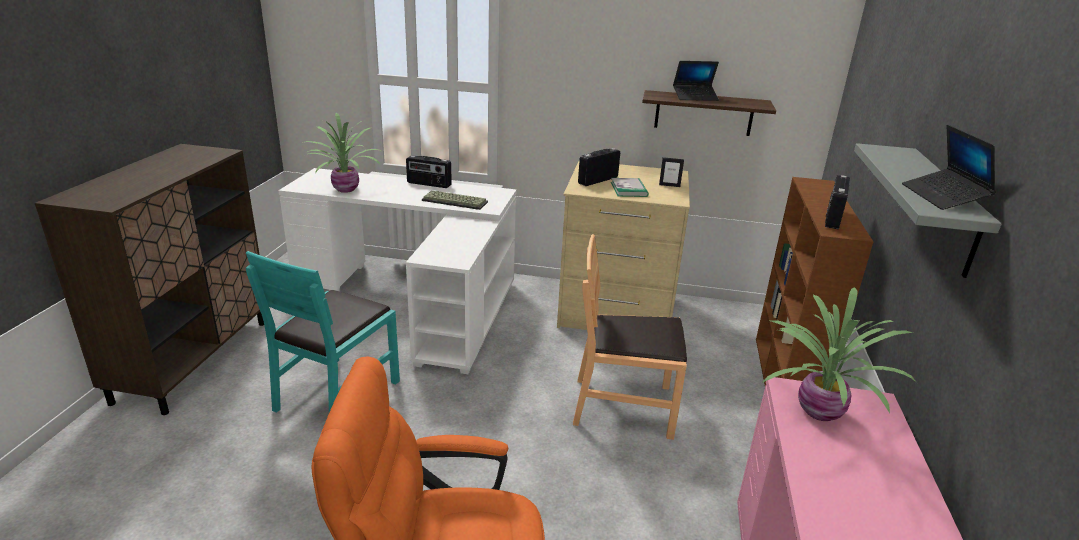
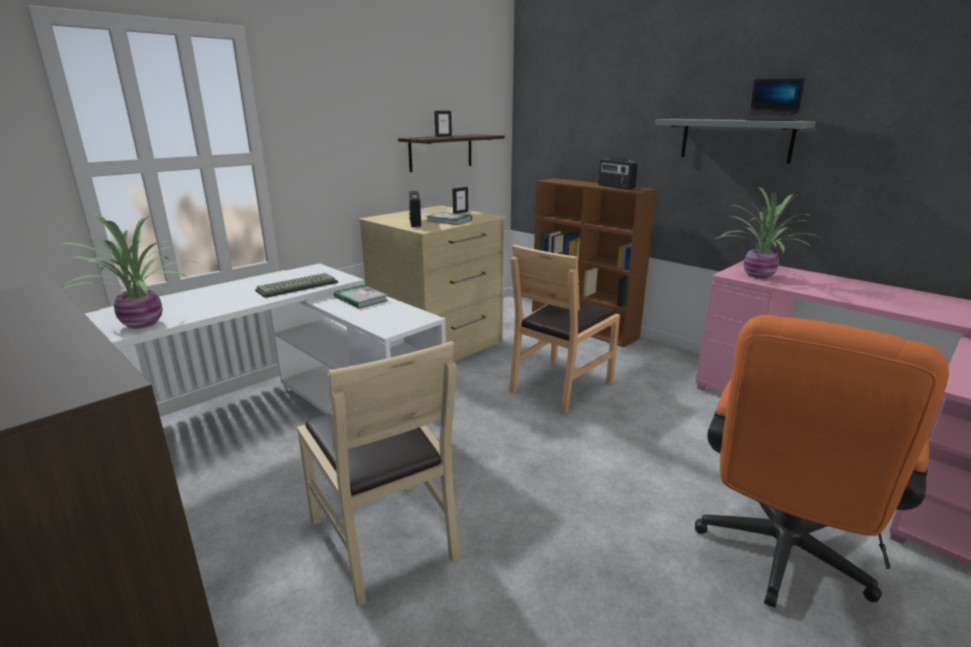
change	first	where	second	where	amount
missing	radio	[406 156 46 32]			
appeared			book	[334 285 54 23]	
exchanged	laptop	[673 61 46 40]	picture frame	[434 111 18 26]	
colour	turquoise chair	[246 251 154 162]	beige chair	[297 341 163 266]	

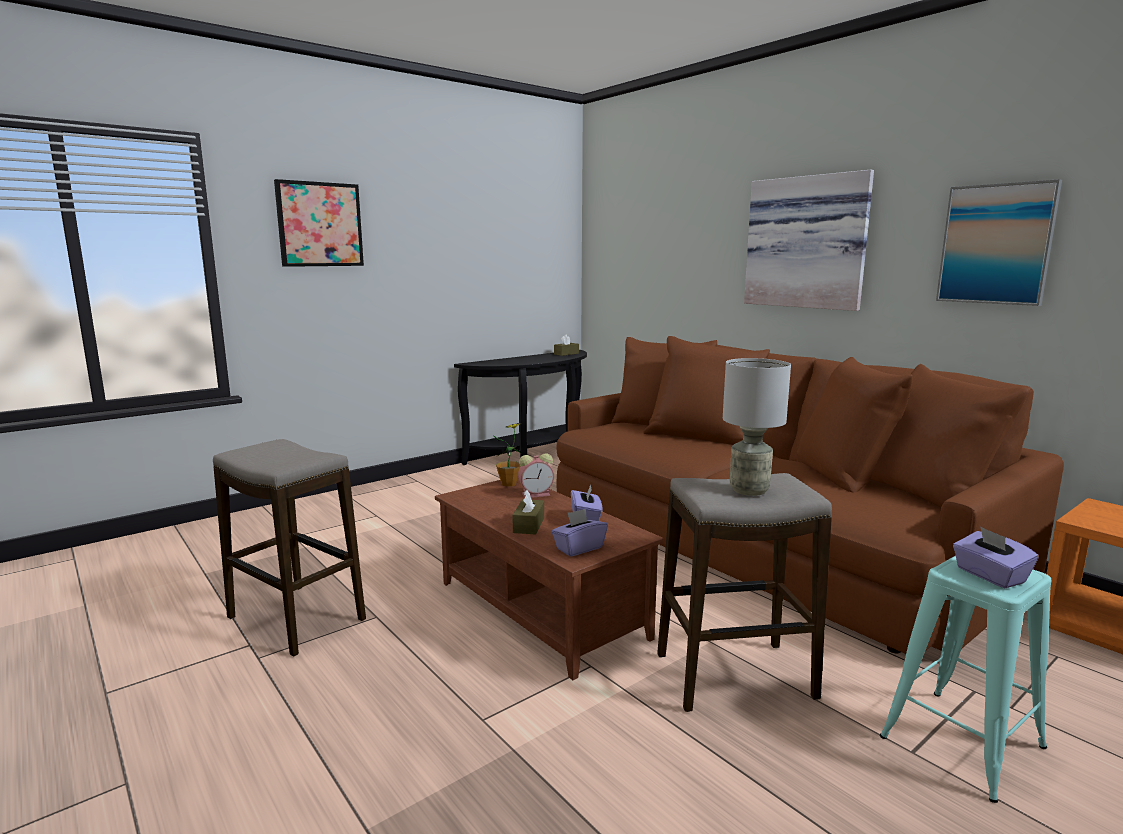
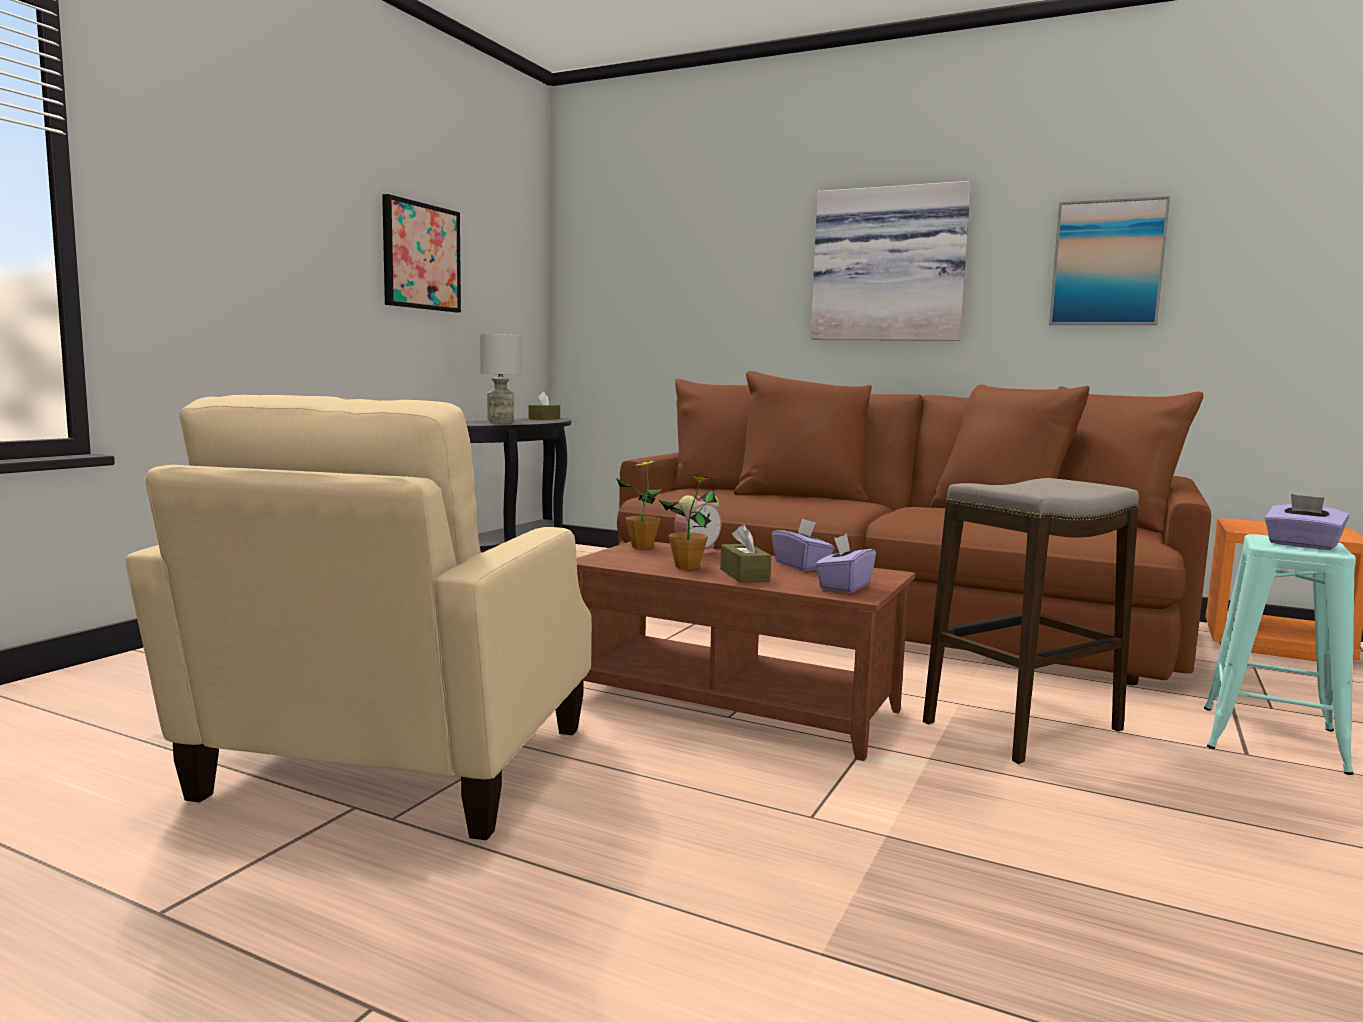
change	first	where	second	where	amount
appeared			potted plant	[658 475 59 94]	
relocated	picture	[274 179 90 88]		[382 194 79 118]	
relocated	grey table lamp	[723 358 68 138]		[480 334 41 90]	
exchanged	stool	[213 439 153 218]	beige armchair	[125 395 467 445]	

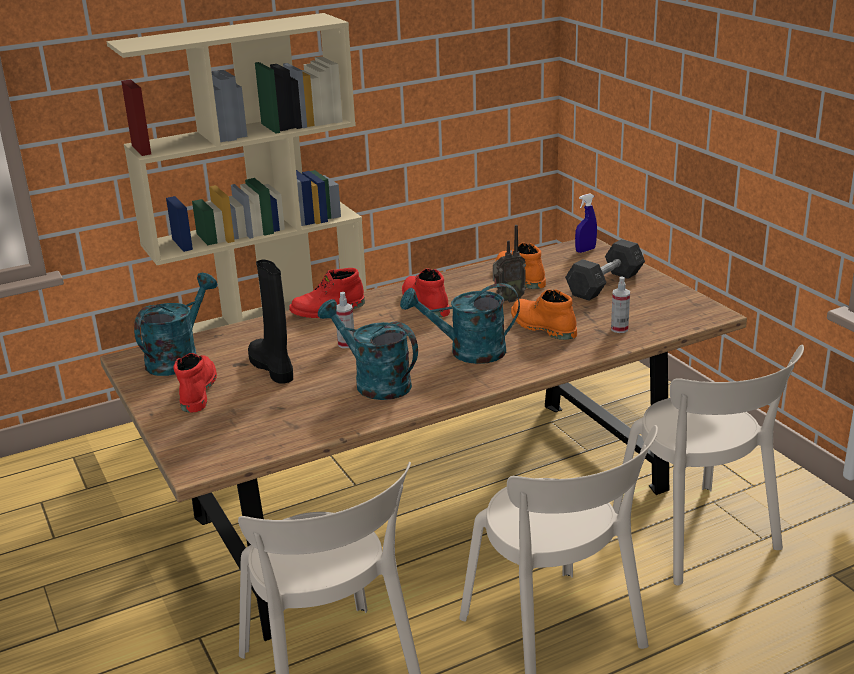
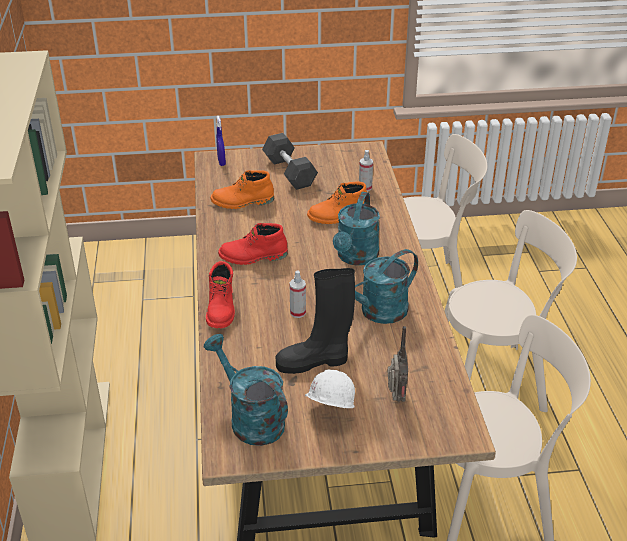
change	first	where	second	where	amount
relocated	radio	[493 225 33 78]		[388 326 20 76]	
exchanged	red boot	[173 353 44 60]	white hard hat	[305 369 50 39]	

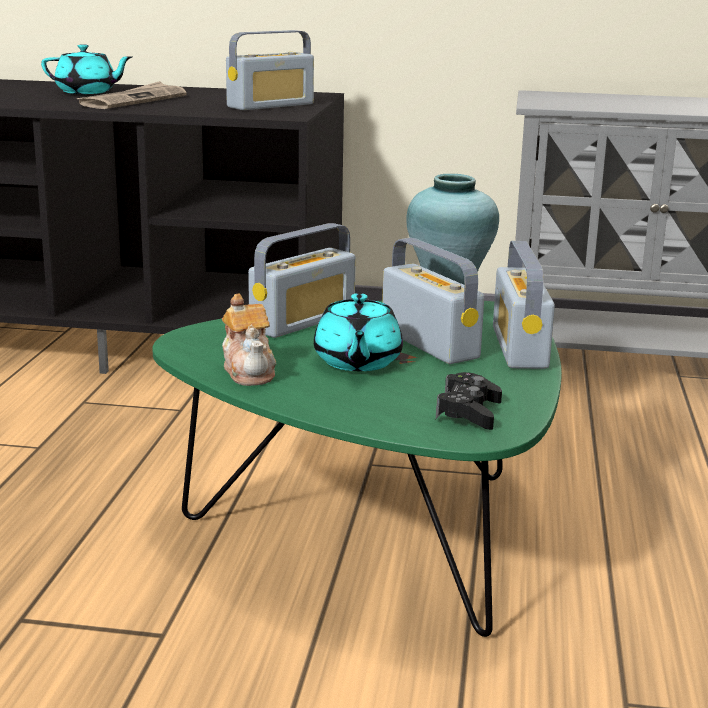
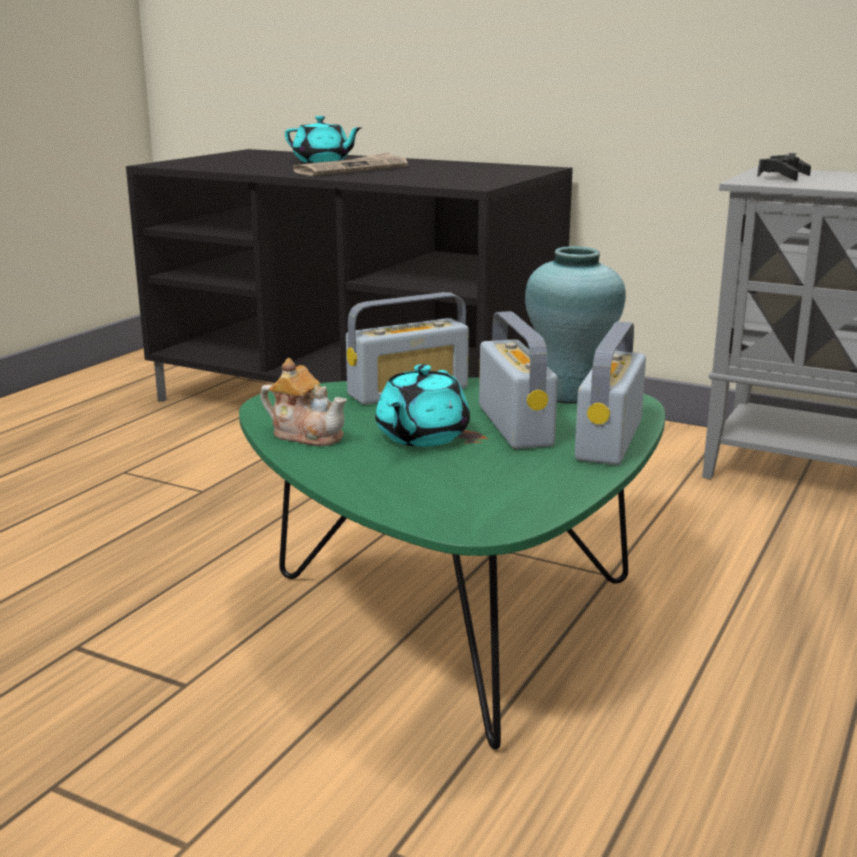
change	first	where	second	where	amount
missing	radio	[226 30 88 80]			
relocated	black game controller	[436 372 66 58]		[757 153 54 28]	
spun	teapot	[222 293 55 93]		[260 358 87 88]	60 degrees counterclockwise

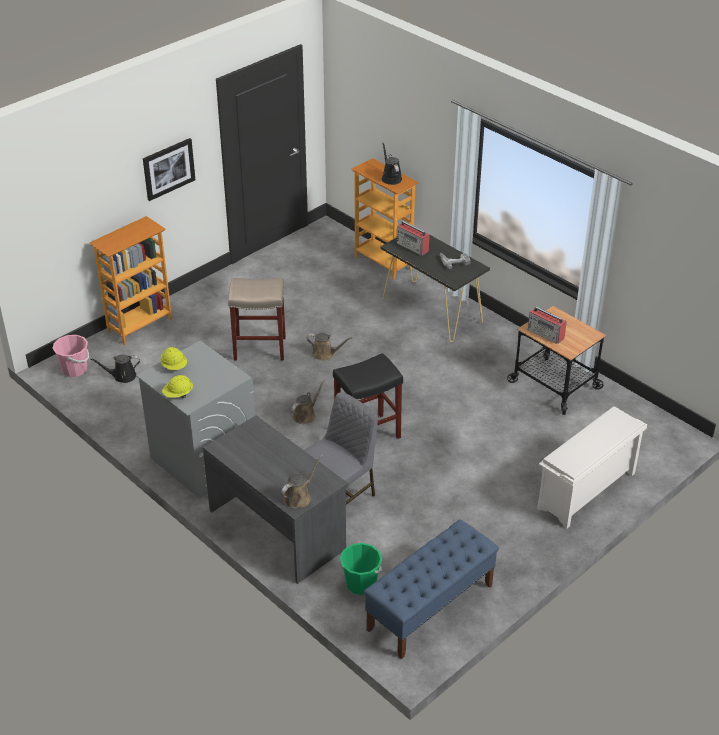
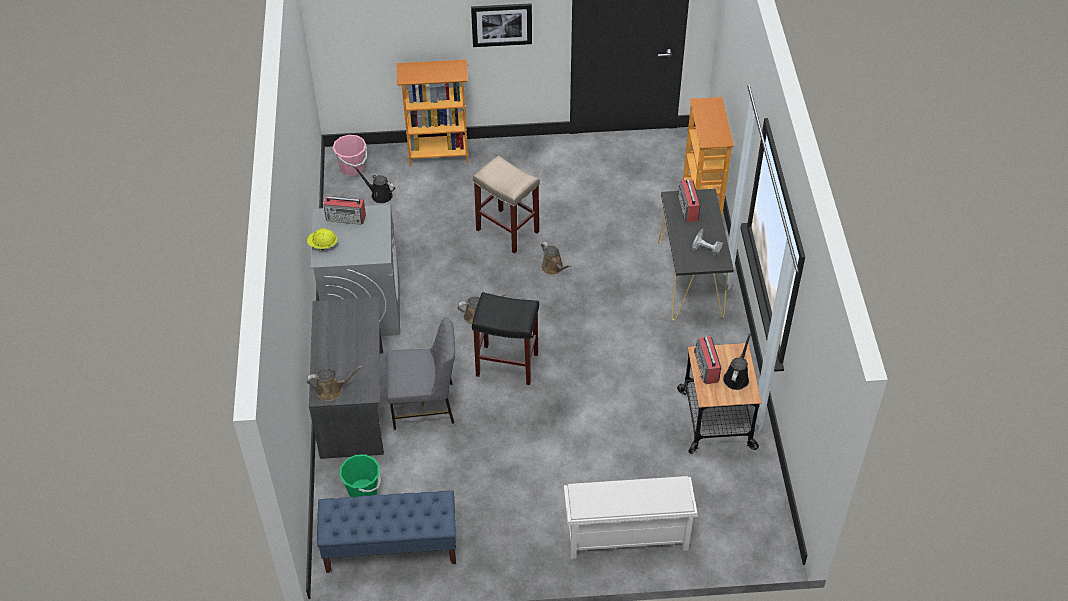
change	first	where	second	where	amount
relocated	black watering can	[382 142 20 43]		[723 333 28 57]	
exchanged	yellow hard hat	[161 347 26 23]	radio	[323 196 43 29]	

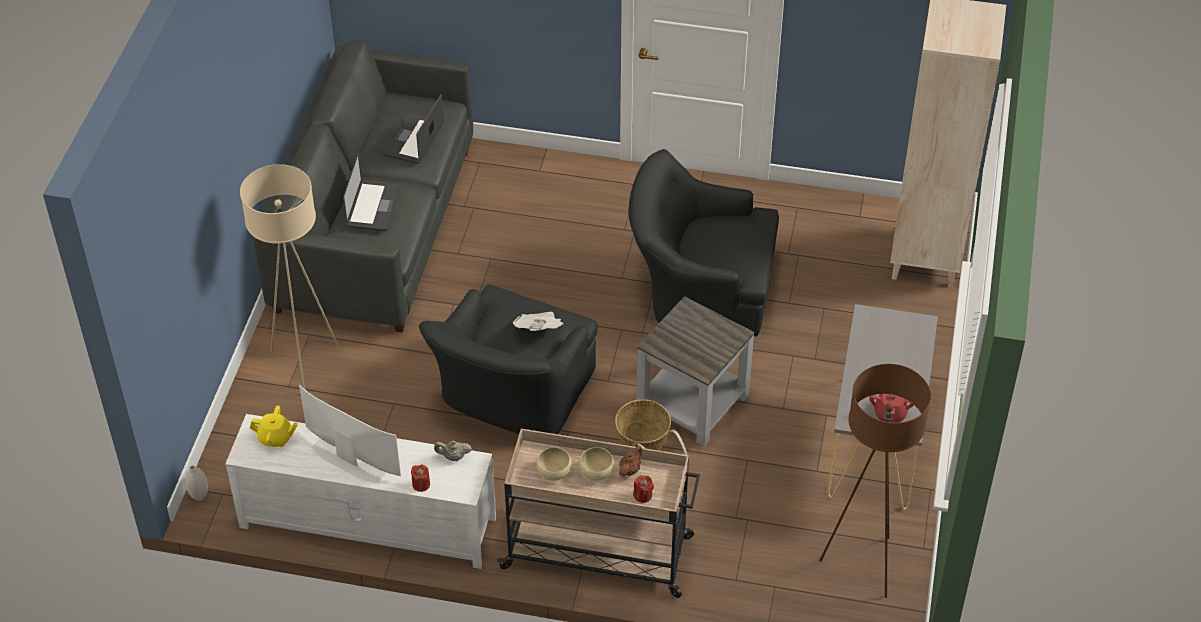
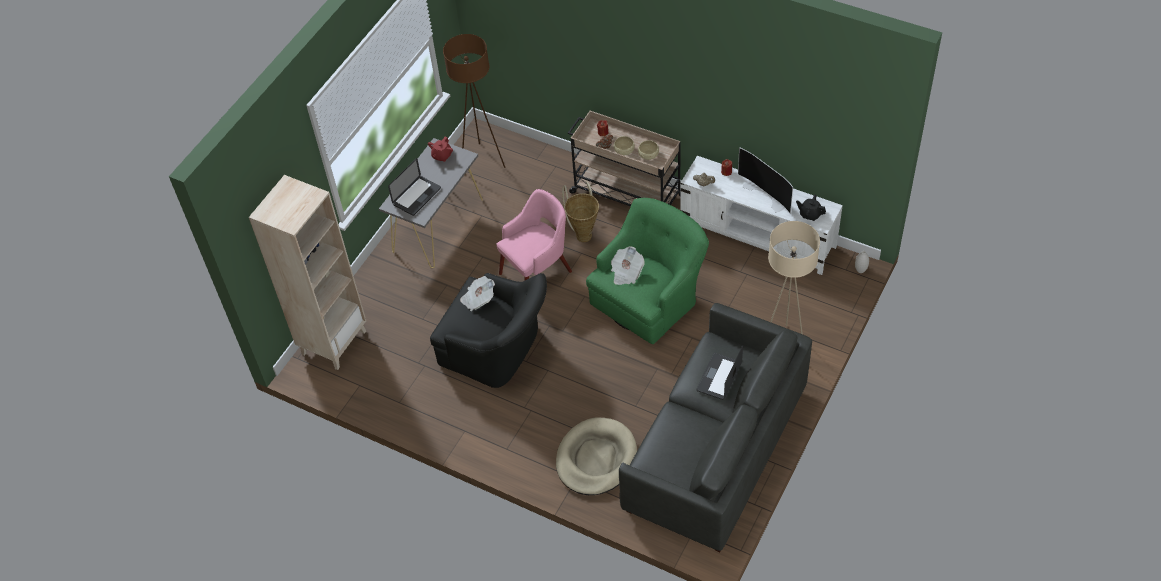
change	first	where	second	where	amount
appeared			newspaper	[460 276 35 36]	
appeared			beige dog bed	[556 417 81 78]	
relocated	laptop	[384 94 60 70]		[388 158 53 58]	
exchanged	grey side table	[636 296 118 150]	pink armchair	[497 189 75 92]	
colour	yellow teapot	[250 405 48 42]	black teapot	[796 195 30 26]	
colour	black armchair	[419 284 179 150]	green armchair	[586 198 123 146]	

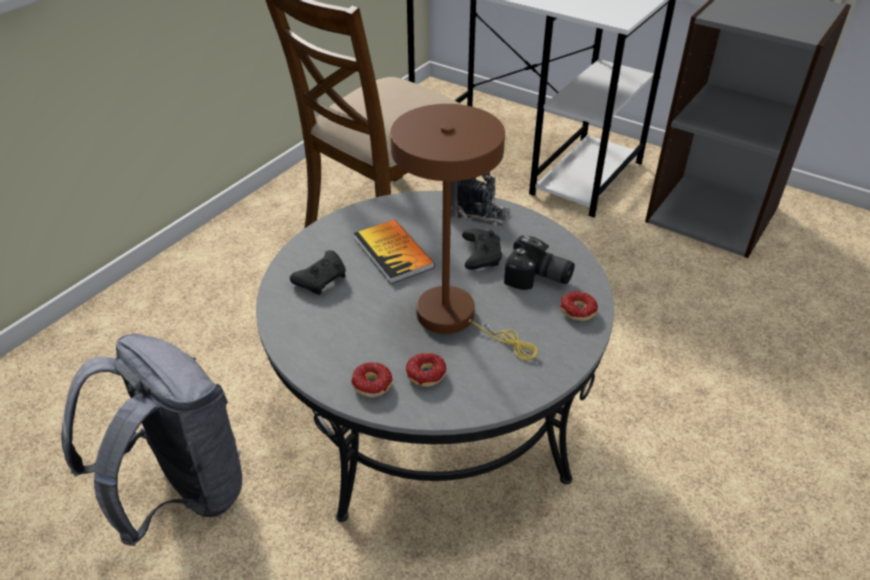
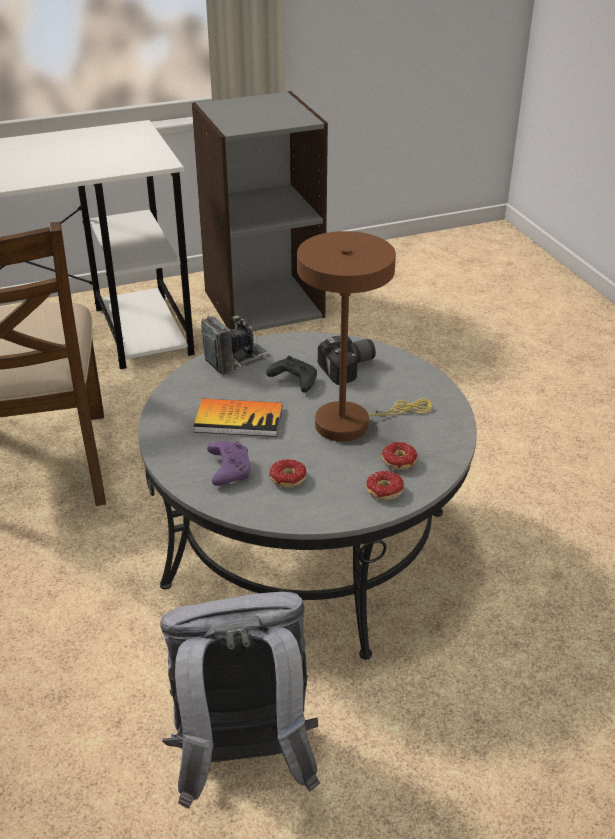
change	first	where	second	where	amount
relocated	donut	[560 291 38 30]		[269 459 37 29]	
colour	black game controller	[290 250 56 45]	purple game controller	[207 441 44 45]	

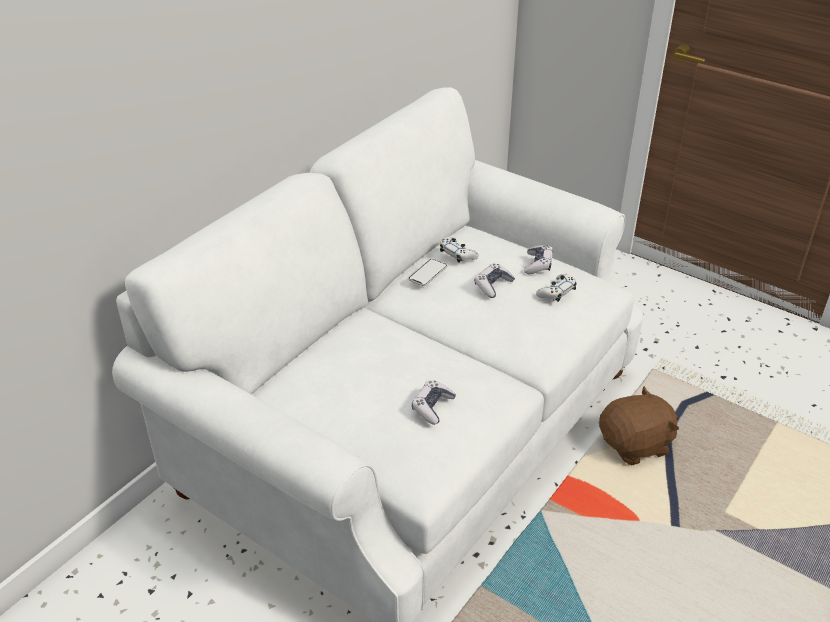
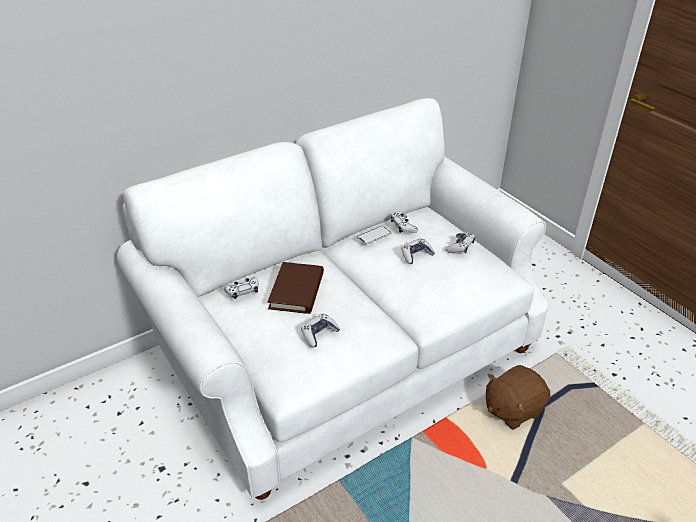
change	first	where	second	where	amount
appeared			brown book	[268 262 56 52]	
relocated	white game controller	[536 274 41 28]		[224 277 35 22]	
spun	brown plush toy	[599 386 80 80]		[486 365 64 65]	150 degrees clockwise

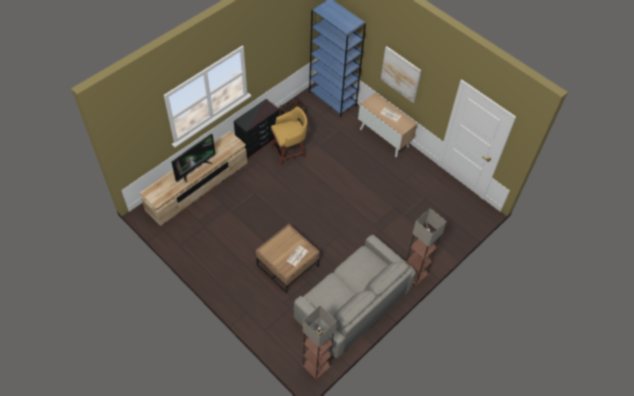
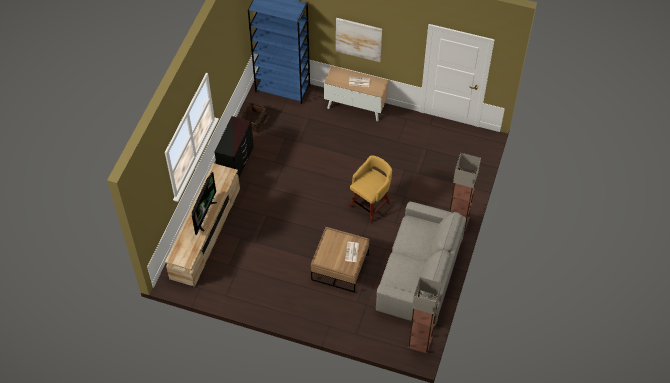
change	first	where	second	where	amount
relocated	yellow stool	[271 107 36 59]		[349 155 43 68]	

